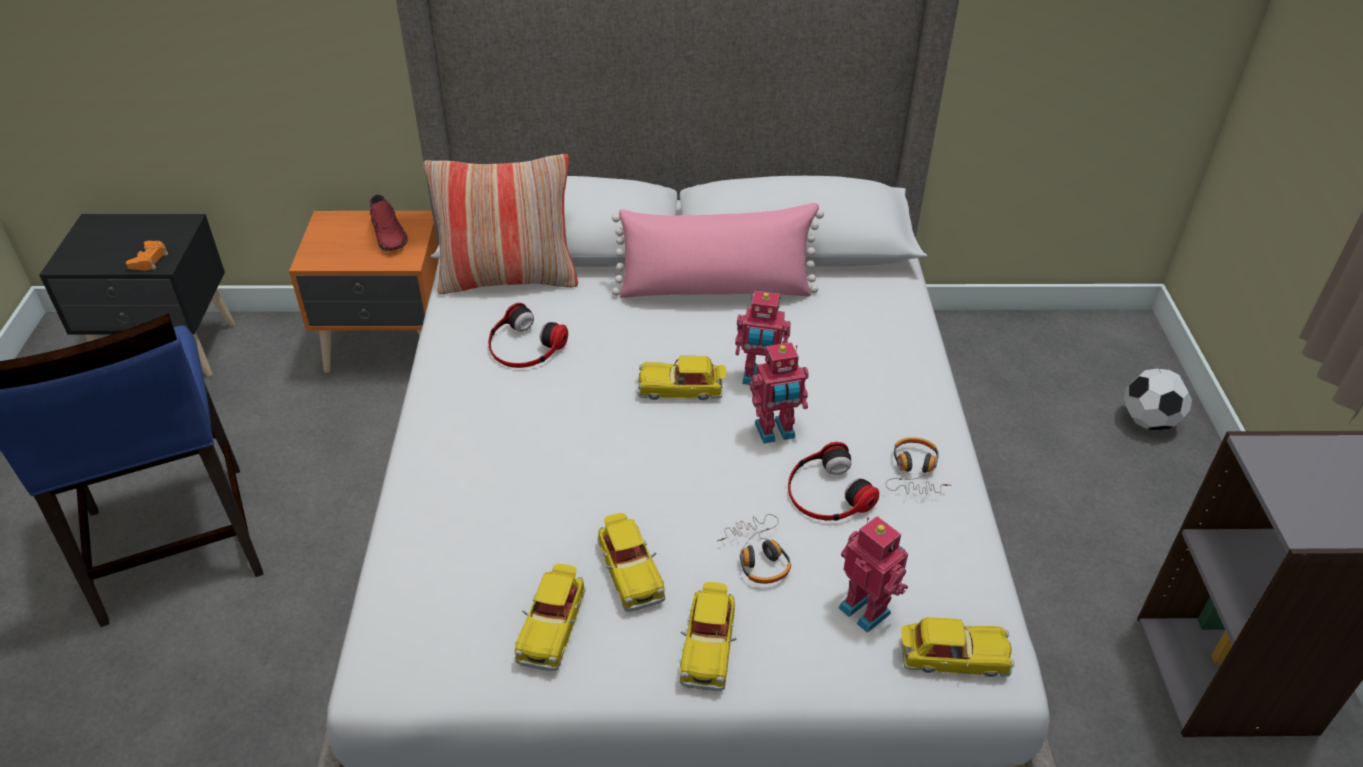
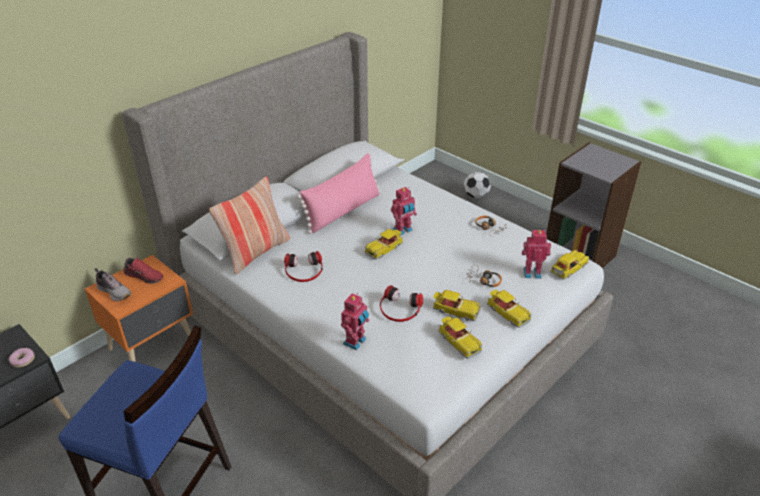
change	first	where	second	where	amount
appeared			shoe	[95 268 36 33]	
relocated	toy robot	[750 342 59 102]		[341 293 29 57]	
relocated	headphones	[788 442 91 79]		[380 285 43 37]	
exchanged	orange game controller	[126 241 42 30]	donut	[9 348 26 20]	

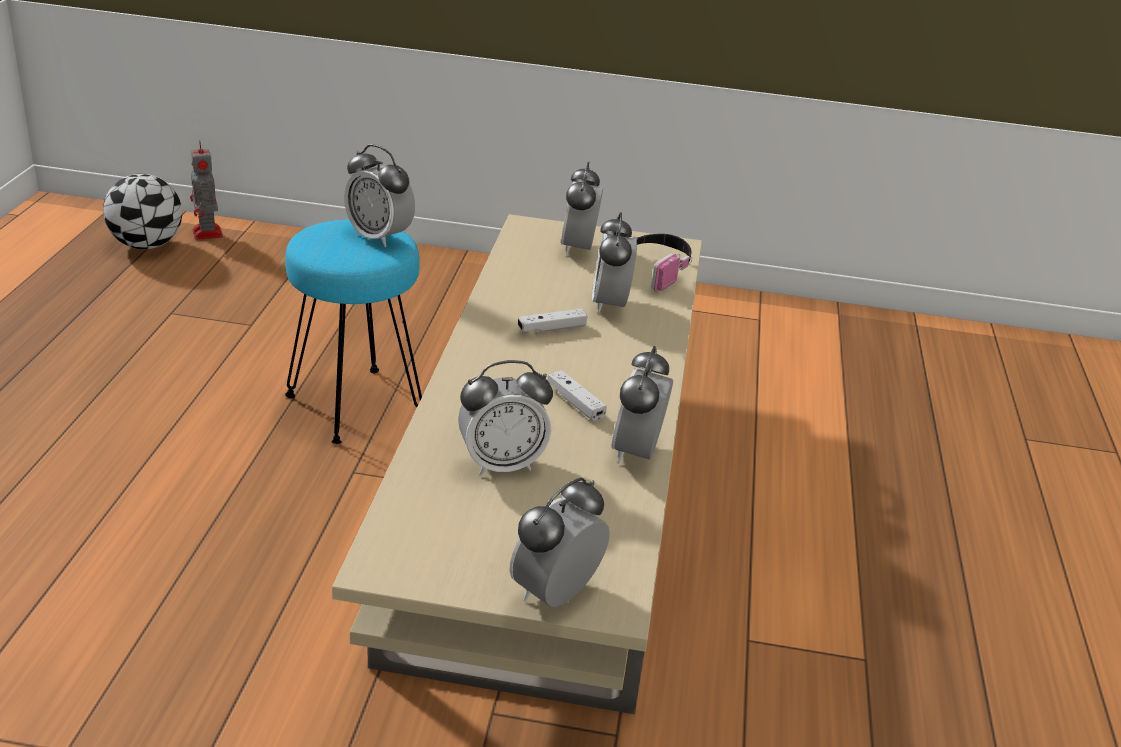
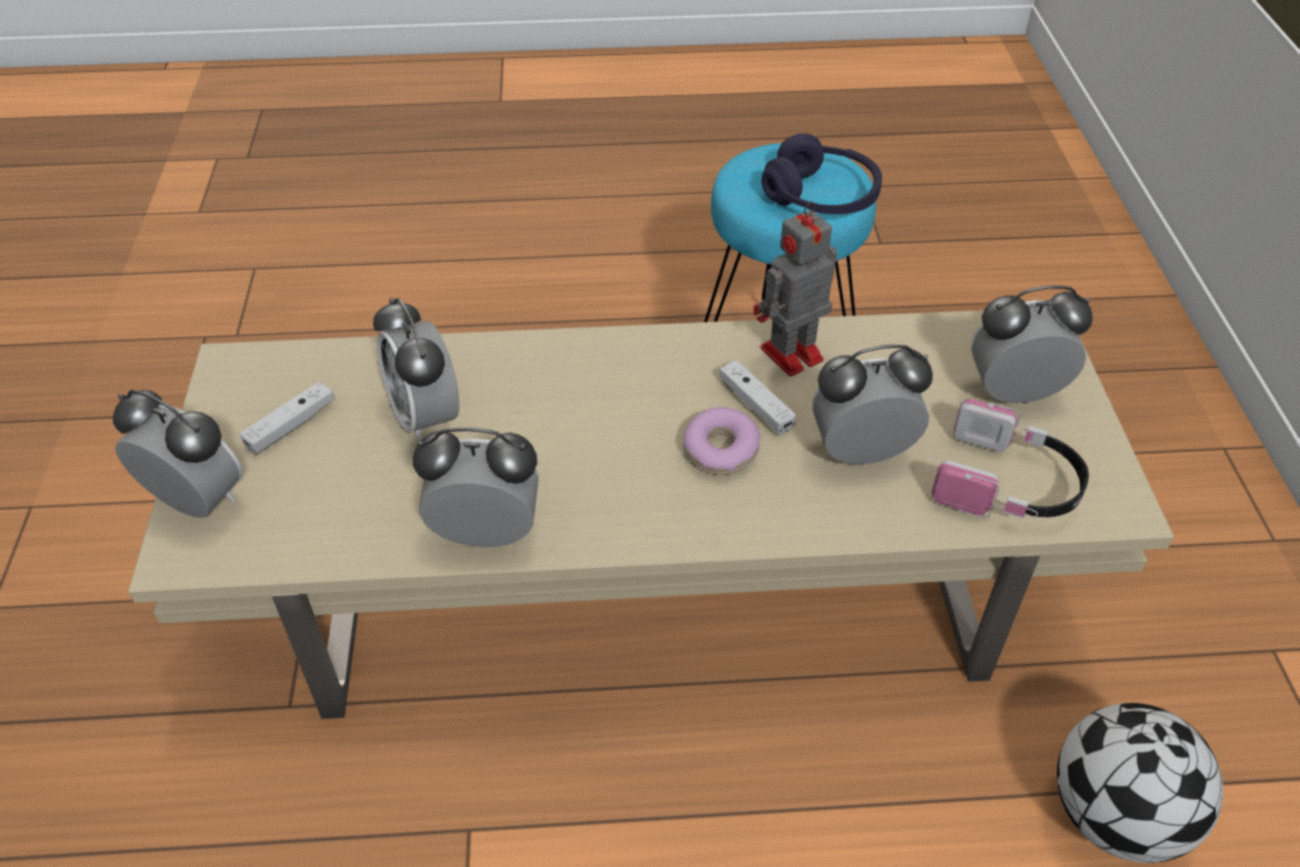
change	first	where	second	where	amount
appeared			donut	[683 407 77 68]	
relocated	football	[103 174 79 75]		[1057 703 166 160]	
relocated	toy robot	[190 141 33 99]		[753 201 84 176]	
relocated	white game controller	[547 370 60 51]		[239 382 96 73]	
exchanged	alarm clock	[344 144 71 103]	purple headphones	[762 133 120 81]	

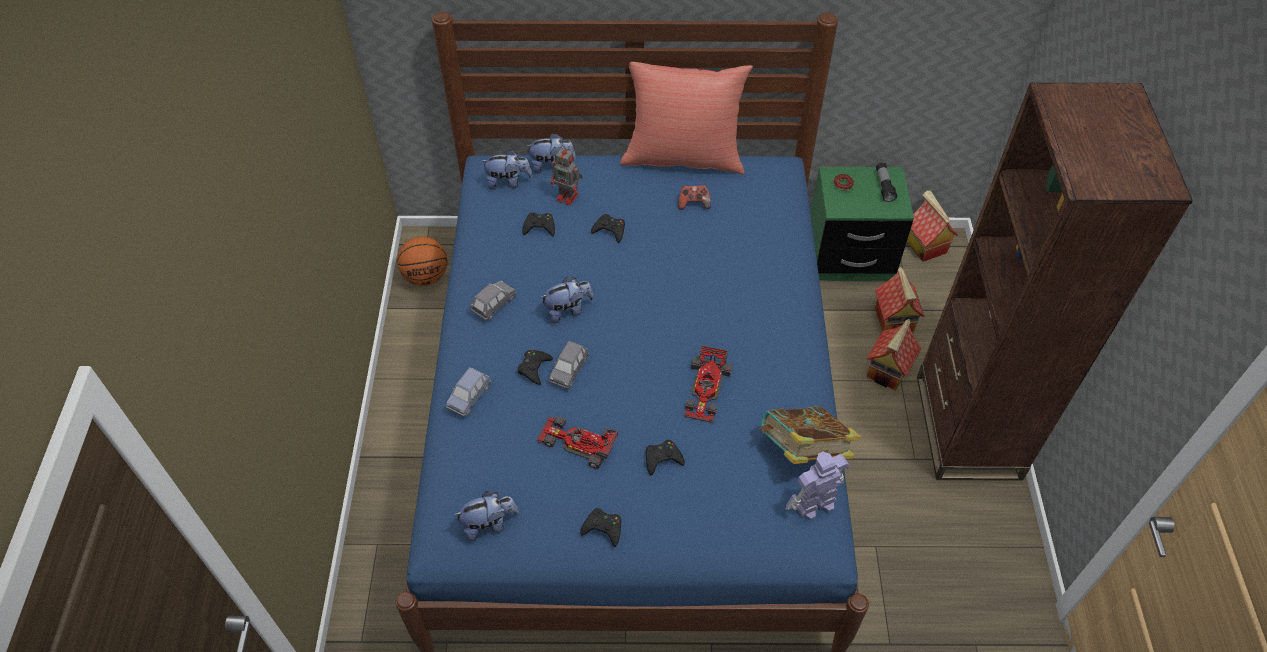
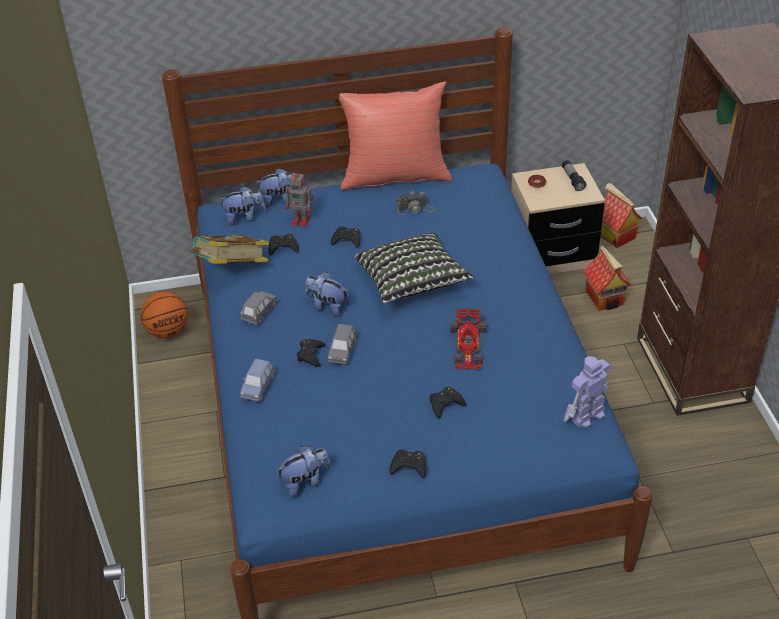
change	first	where	second	where	amount
missing	toy car	[537 417 81 52]			
missing	toy house	[867 319 54 71]			
appeared			pillow	[354 233 120 70]	
relocated	book	[758 406 103 58]		[190 234 79 30]	
exchanged	game controller	[679 185 32 25]	photo camera	[397 191 38 24]	
colour	green nightstand	[810 167 104 114]	beige nightstand	[511 163 94 111]	
spun	plush toy	[540 277 54 47]		[305 272 45 45]	120 degrees counterclockwise

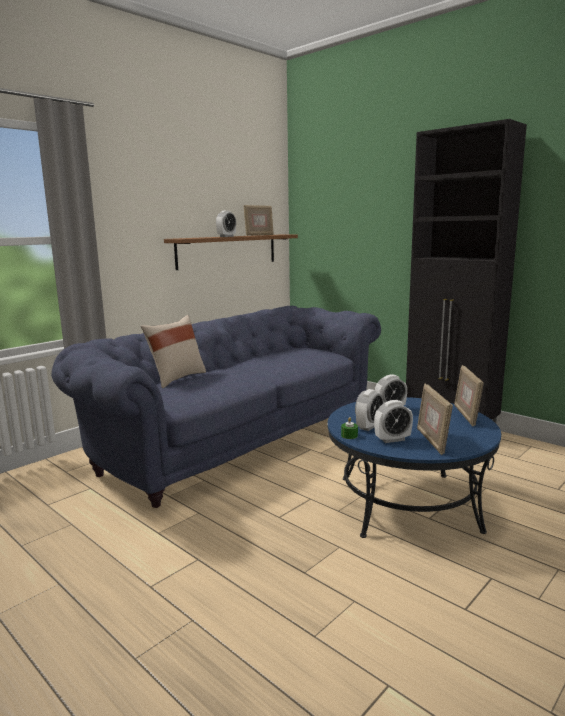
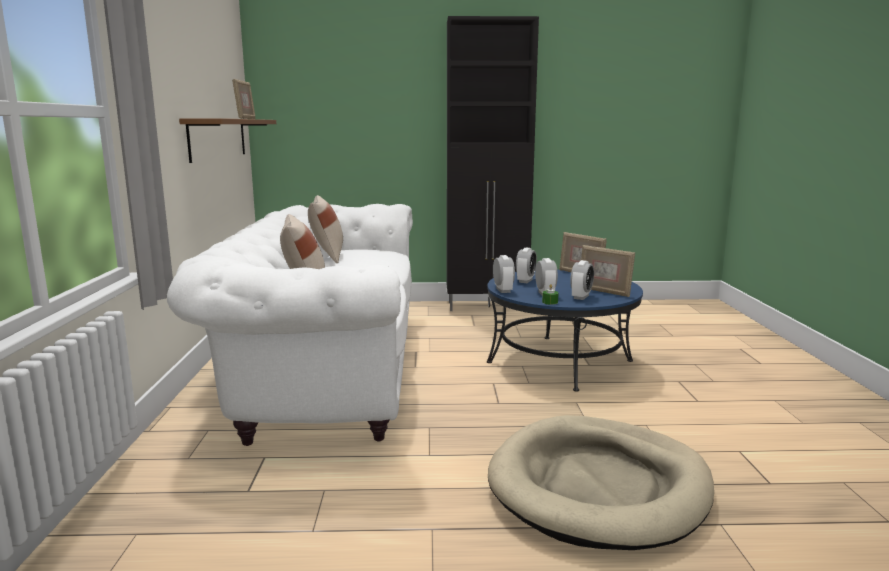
change	first	where	second	where	amount
appeared			beige pillow	[308 195 35 68]	
appeared			beige dog bed	[488 415 226 135]	
relocated	alarm clock	[216 211 20 26]		[493 255 22 38]	
colour	blue sofa	[51 306 330 202]	white sofa	[167 204 246 242]	

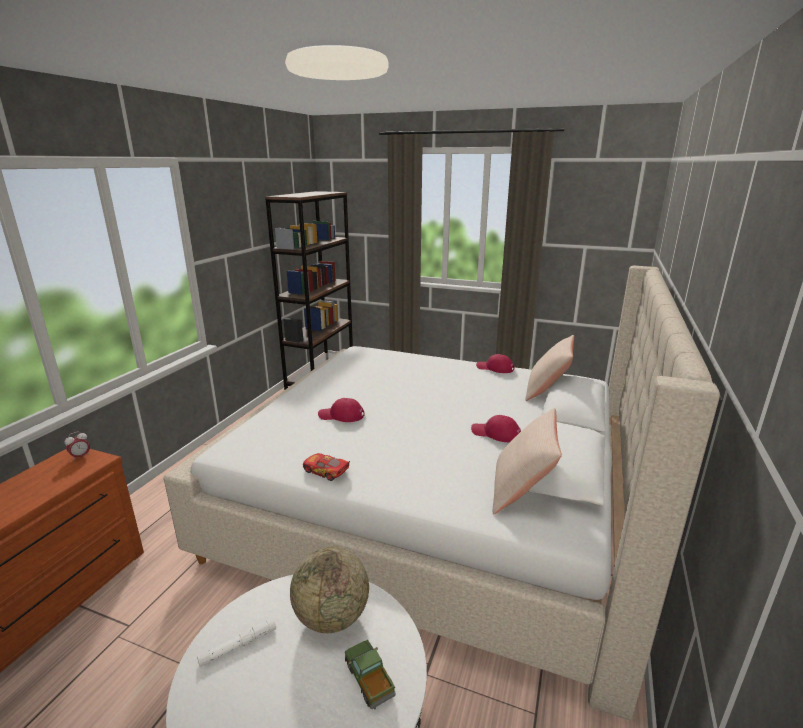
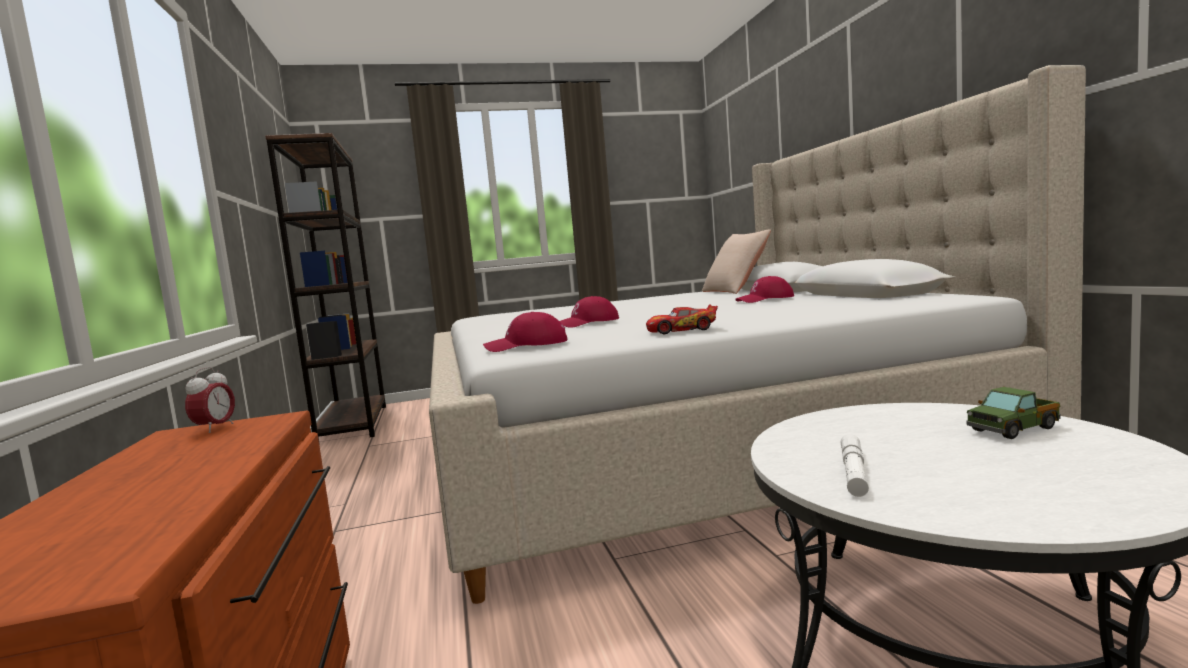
change	first	where	second	where	amount
missing	globe	[290 547 79 86]			
missing	beige pillow	[493 408 69 106]			
relocated	red cap	[476 354 38 19]		[483 312 84 40]	
spun	toy truck	[344 640 51 70]		[967 387 94 52]	45 degrees counterclockwise

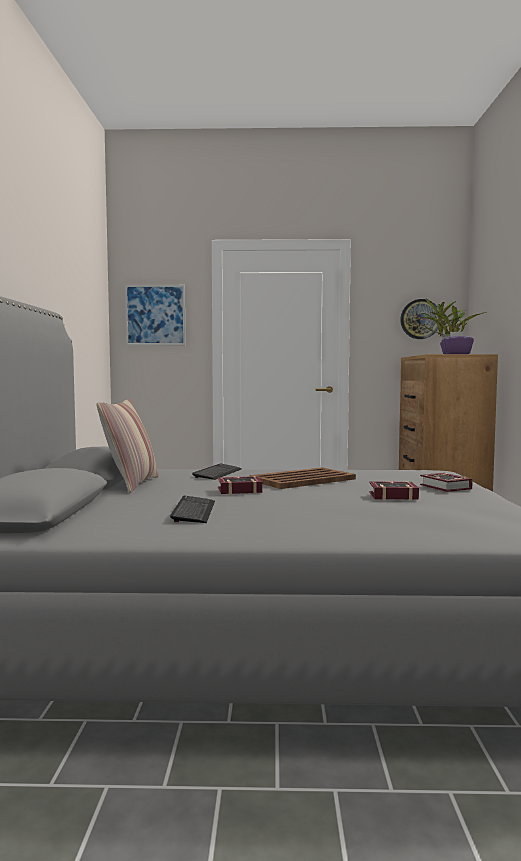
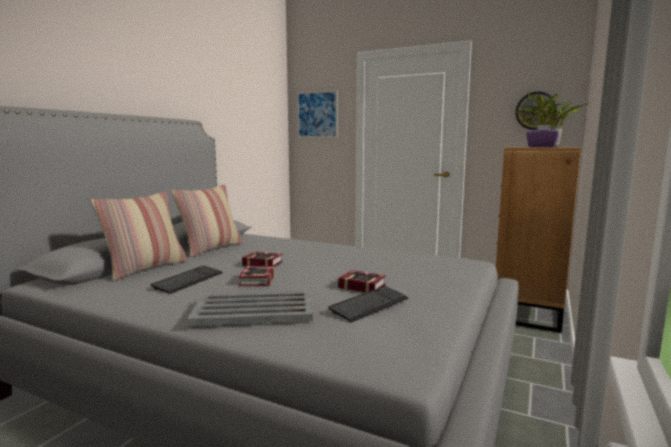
change	first	where	second	where	amount
missing	brown tray	[250 467 106 22]			
appeared			pillow	[91 191 96 90]	
appeared			grey tray	[187 291 126 35]	
relocated	keyboard	[192 463 50 17]		[328 286 80 36]	
relocated	book	[420 473 53 19]		[238 266 37 21]	

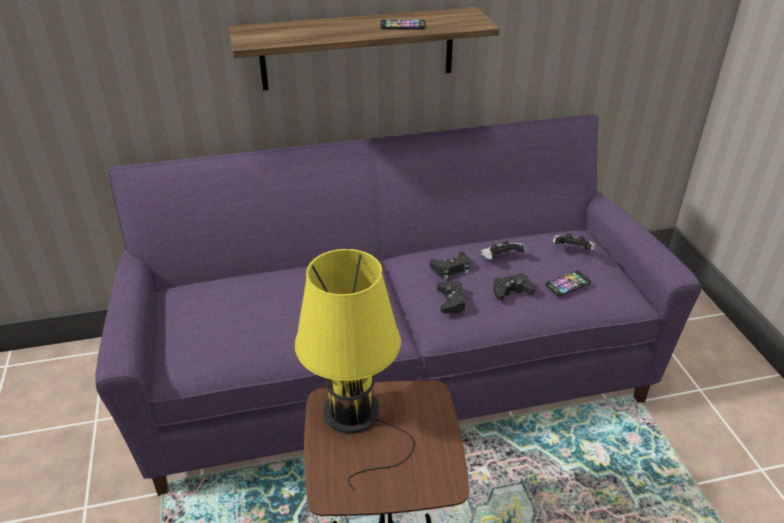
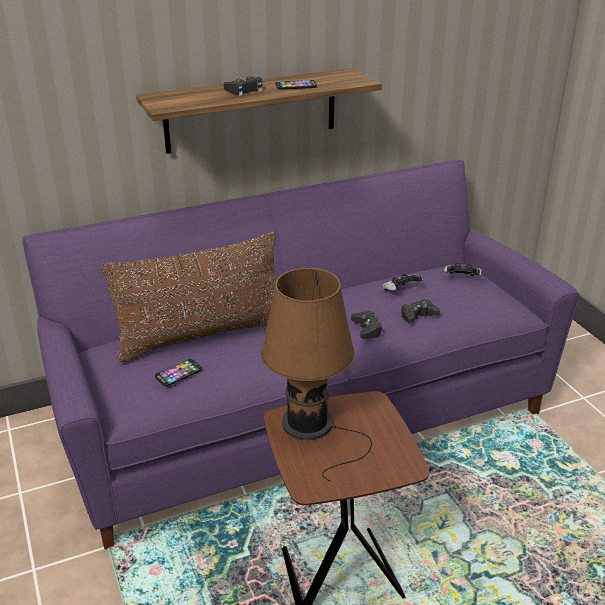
change	first	where	second	where	amount
appeared			brown pillow	[101 232 175 130]	
relocated	black game controller	[430 252 40 27]		[224 76 38 20]	
relocated	phone	[546 271 45 25]		[155 359 47 27]	
colour	yellow table lamp	[295 249 120 241]	brown table lamp	[261 268 111 214]	

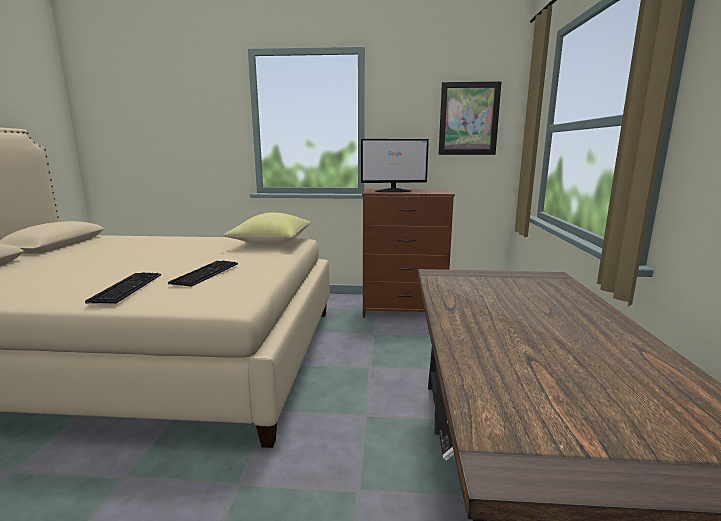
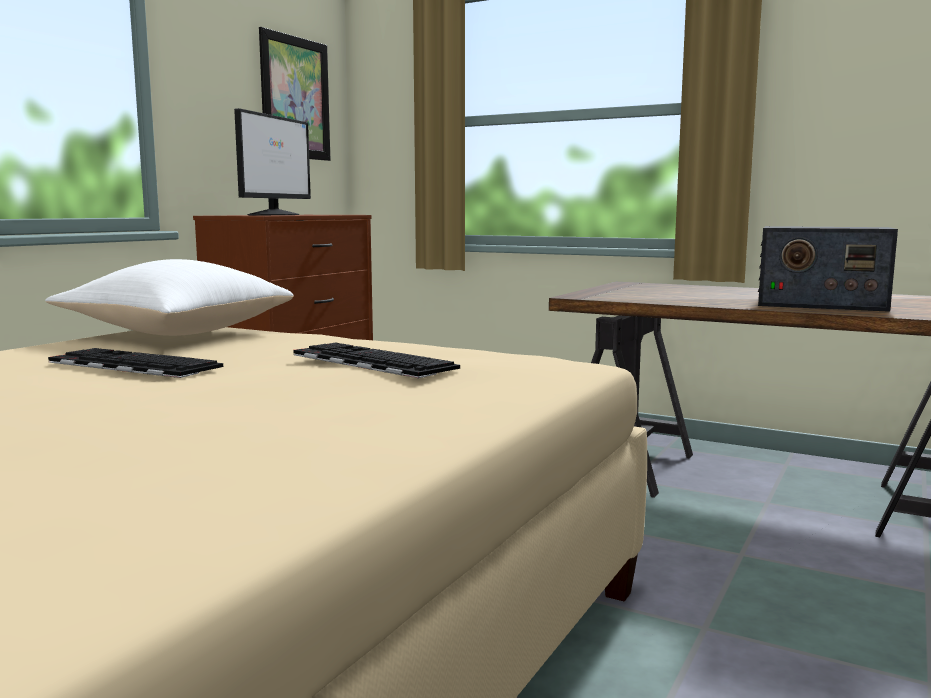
change	first	where	second	where	amount
appeared			radio	[758 226 140 86]	
relocated	keyboard	[85 272 76 32]		[48 348 175 30]	
colour	yellow pillow	[224 212 87 33]	white pillow	[45 259 248 77]	

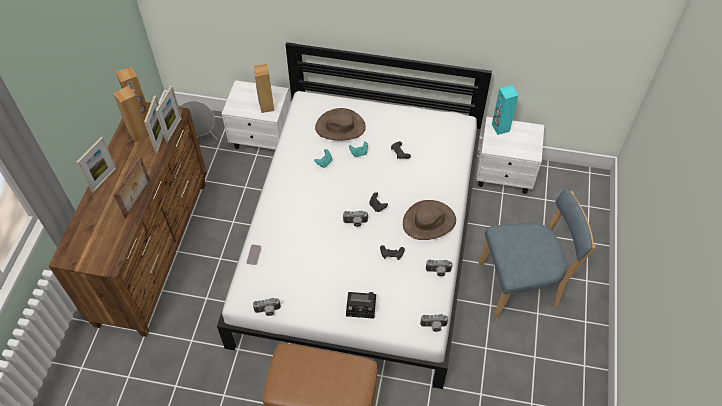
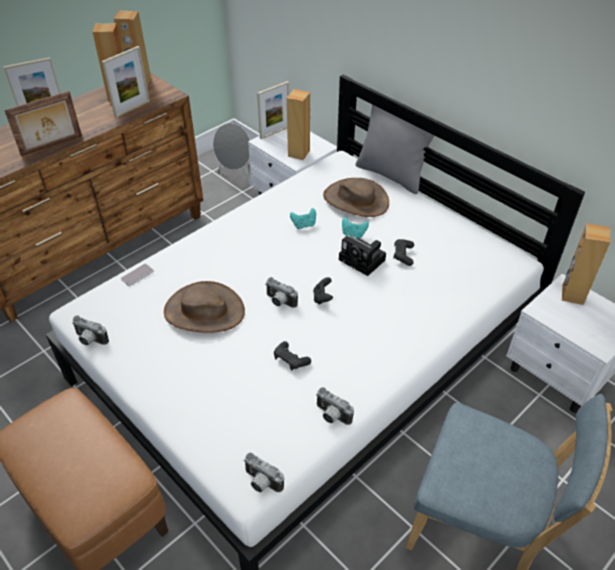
change	first	where	second	where	amount
appeared			grey pillow	[356 104 78 90]	
relocated	picture frame	[155 86 27 57]		[257 81 32 58]	
relocated	photo camera	[346 292 30 27]		[339 236 47 40]	
relocated	brown hat	[403 200 53 40]		[164 281 81 52]	
colour	turquoise speaker	[492 85 26 50]	brown speaker	[562 223 48 82]	

